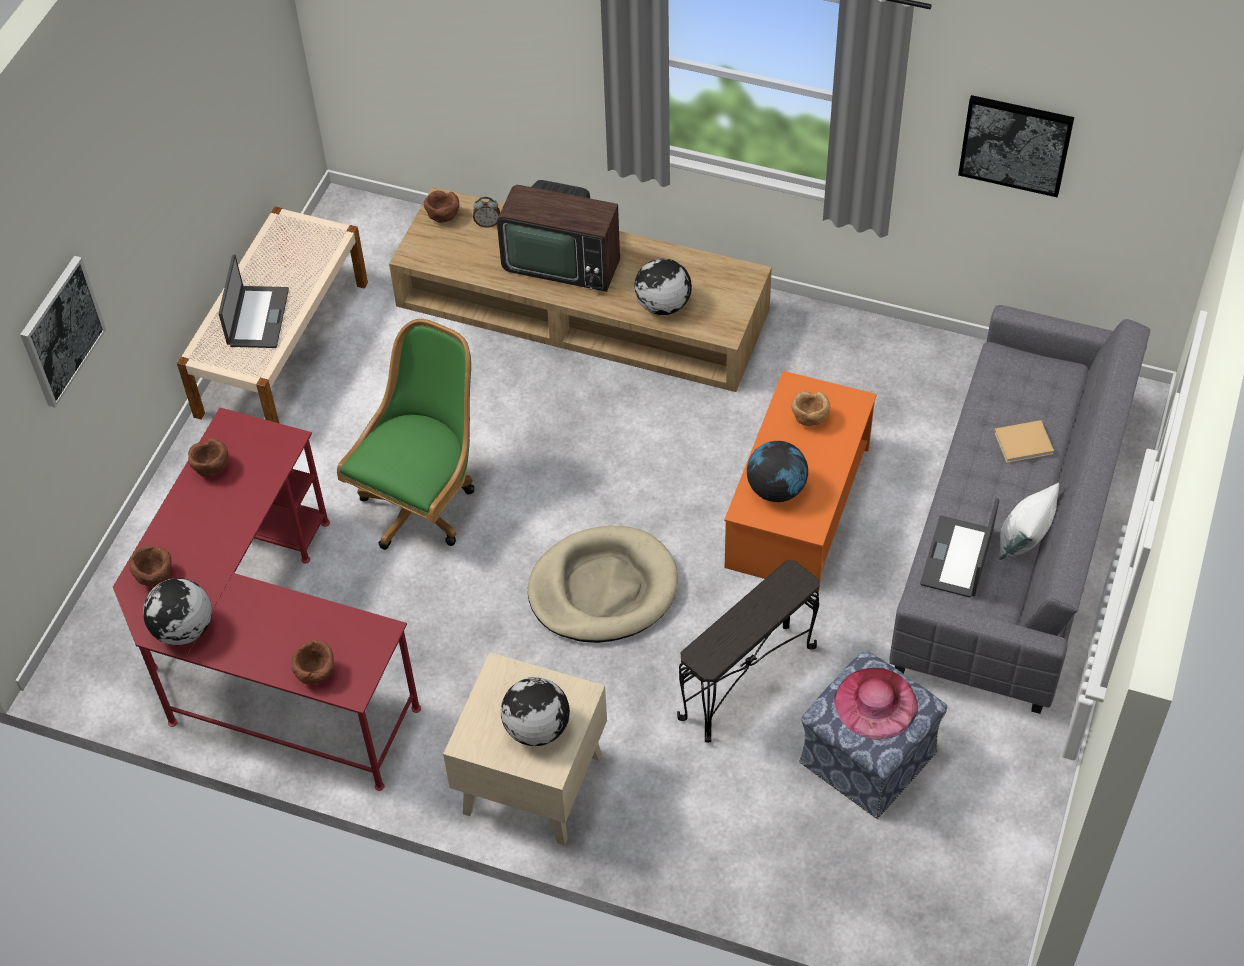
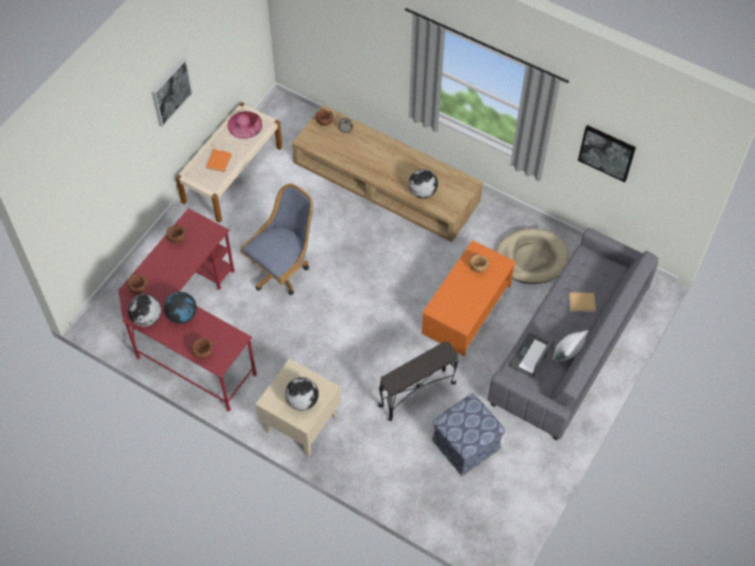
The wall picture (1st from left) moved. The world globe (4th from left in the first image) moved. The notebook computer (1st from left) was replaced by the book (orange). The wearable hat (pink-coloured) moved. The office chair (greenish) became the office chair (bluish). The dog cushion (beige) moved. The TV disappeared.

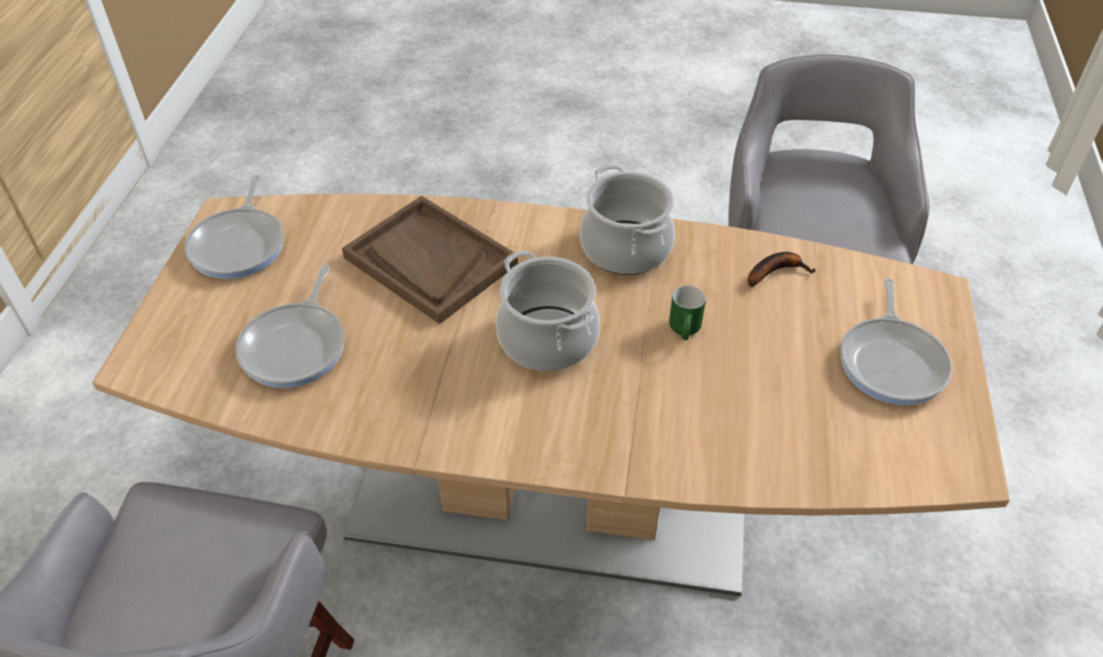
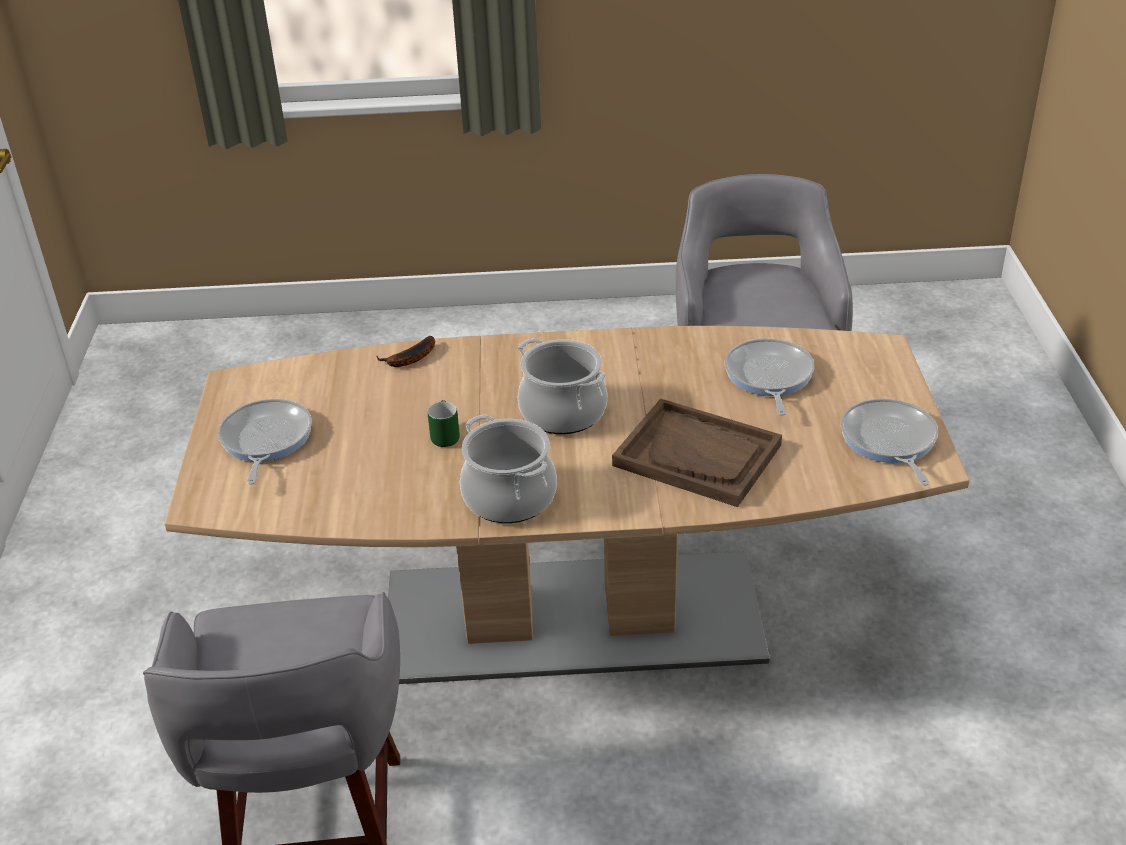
The whole banana moved.

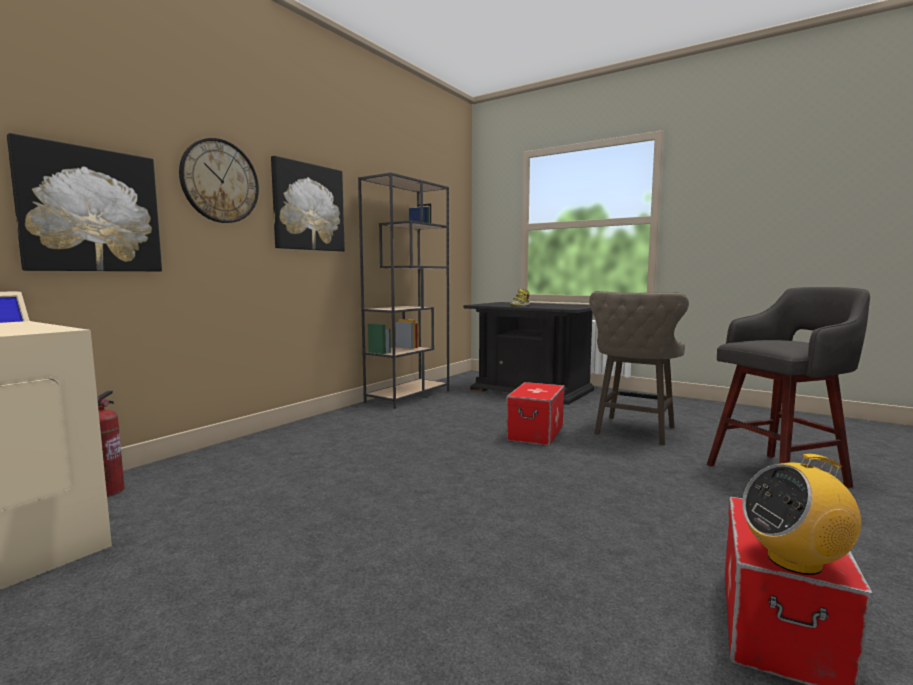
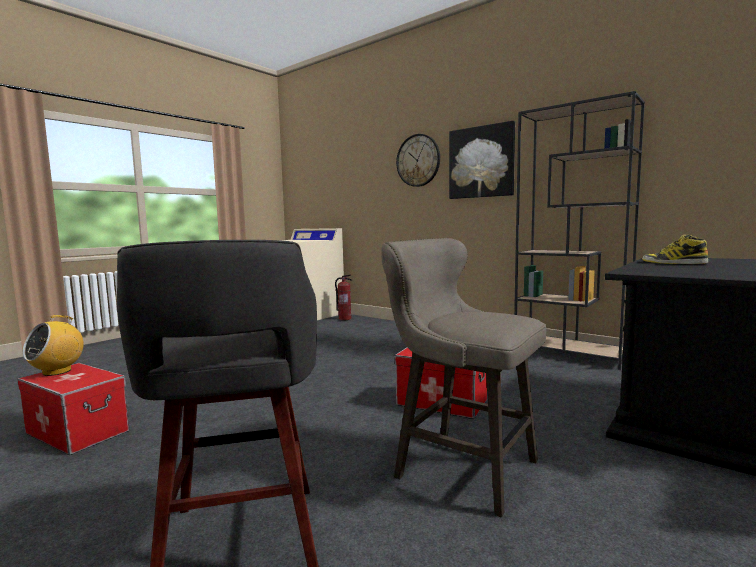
The radio receiver turned 150 degrees counterclockwise. The wall picture (1st from left) disappeared.

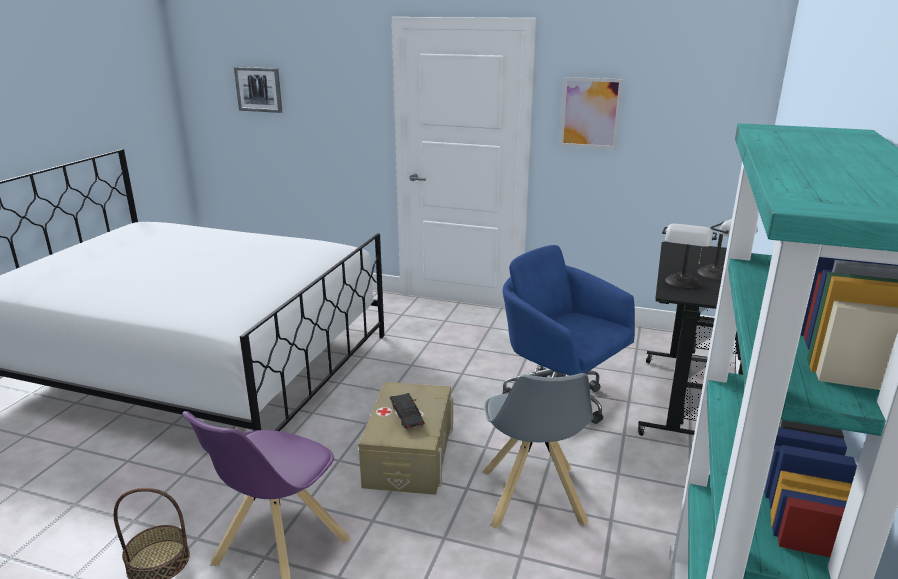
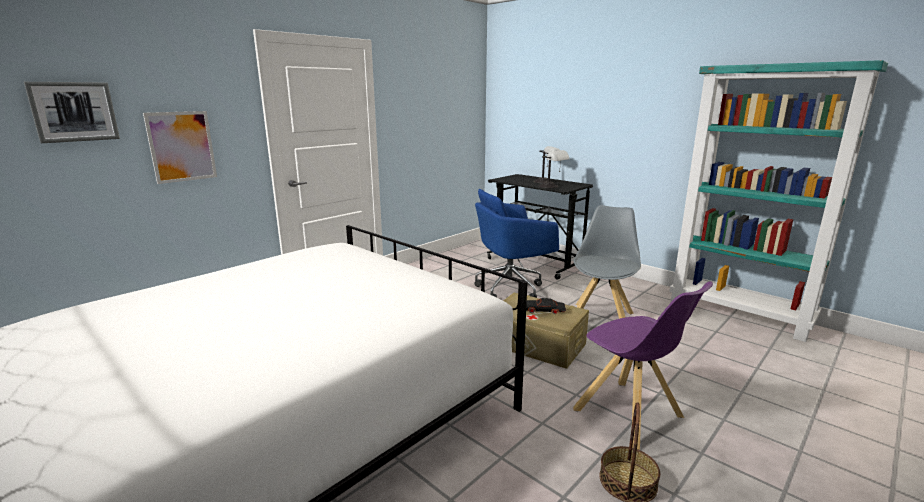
The wall picture (2nd from left) moved. The upright chair (grey) turned 90 degrees counterclockwise.

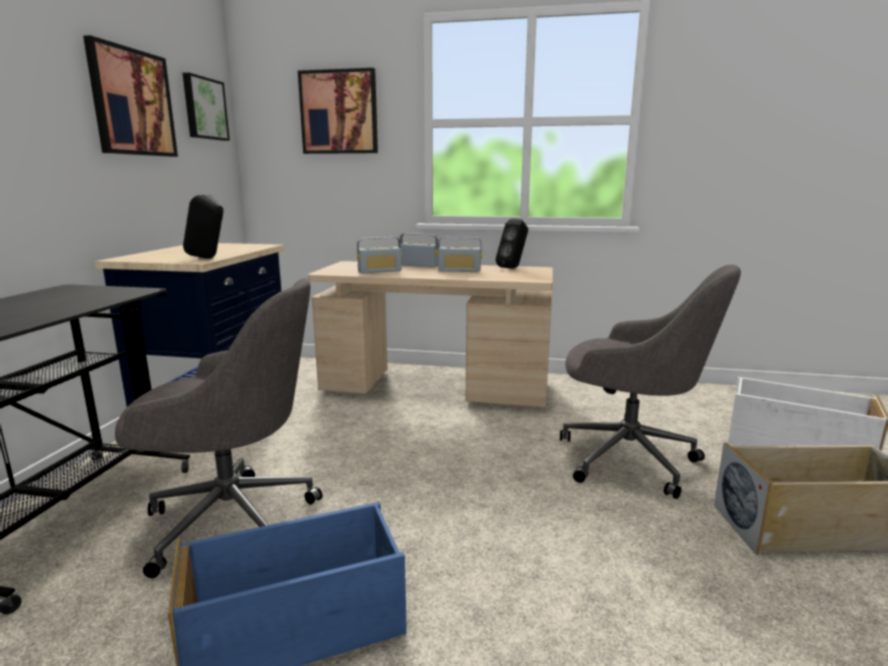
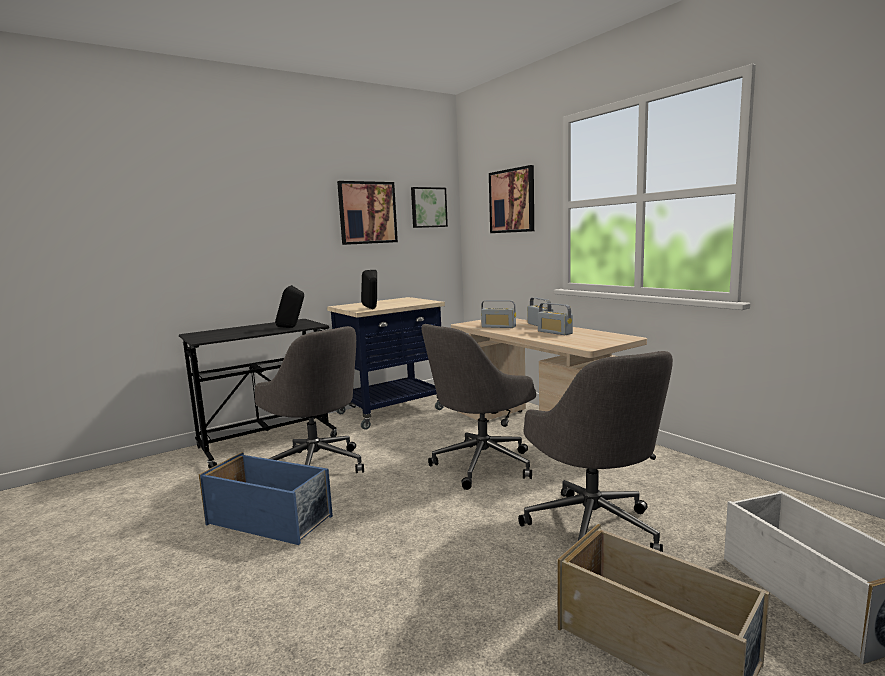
The loudspeaker (black-coloured) (2nd from left in the first image) moved. The office chair (grey) (2nd from left) appeared.

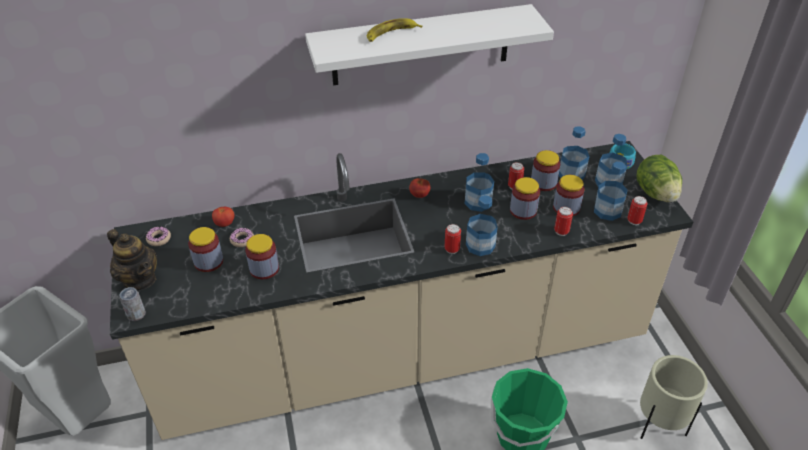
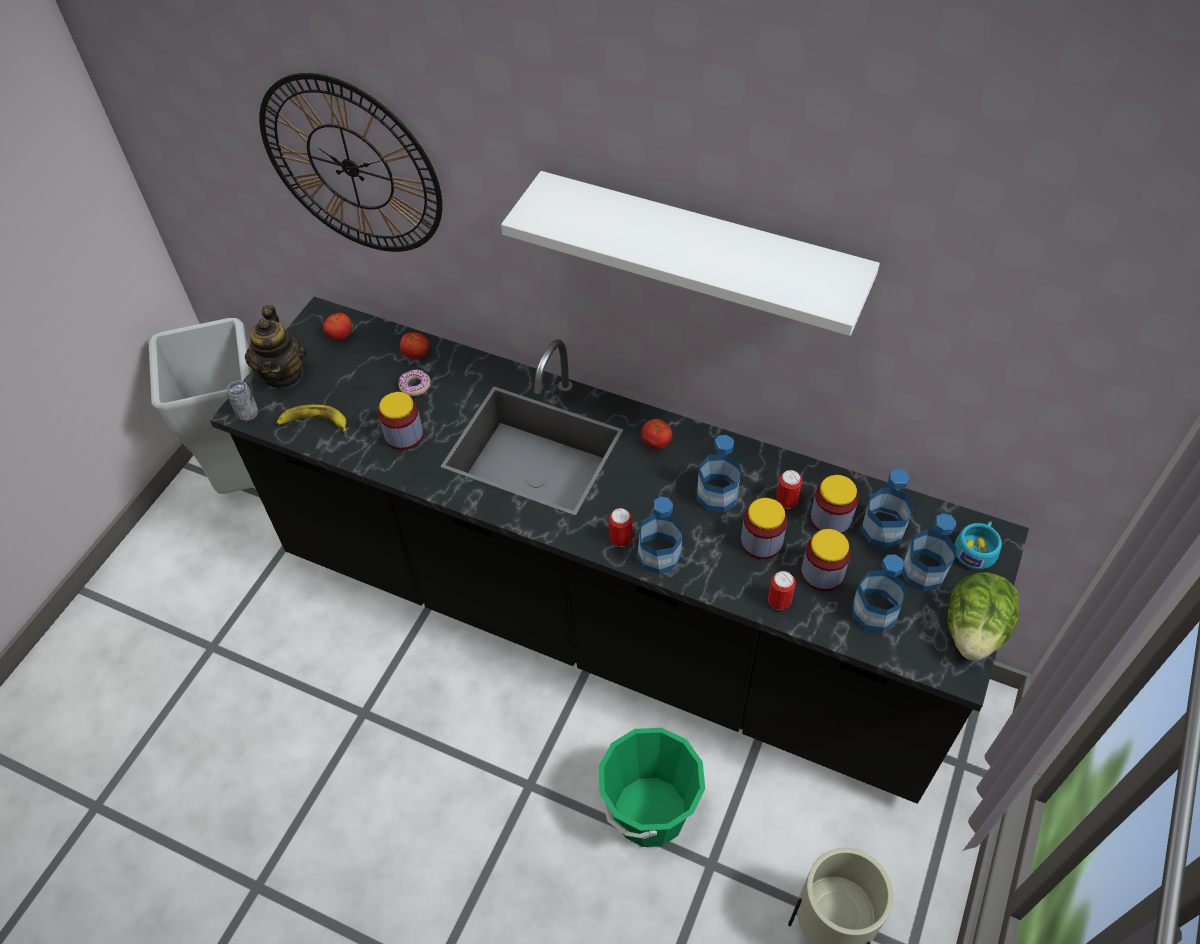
The counter (beige) became the counter (black-coloured). The clock on the wall appeared. The whole banana moved. The ring doughnut (1st from left) was replaced by the whole tomato (1st from left). The storage jar (1st from left) disappeared. The metal can (5th from left) disappeared.

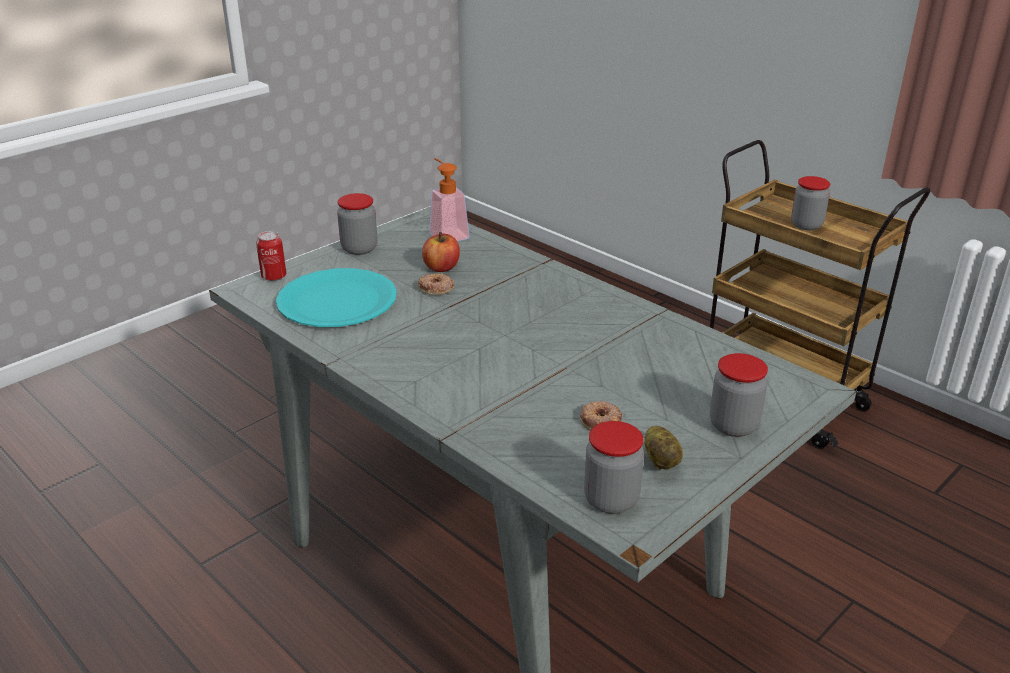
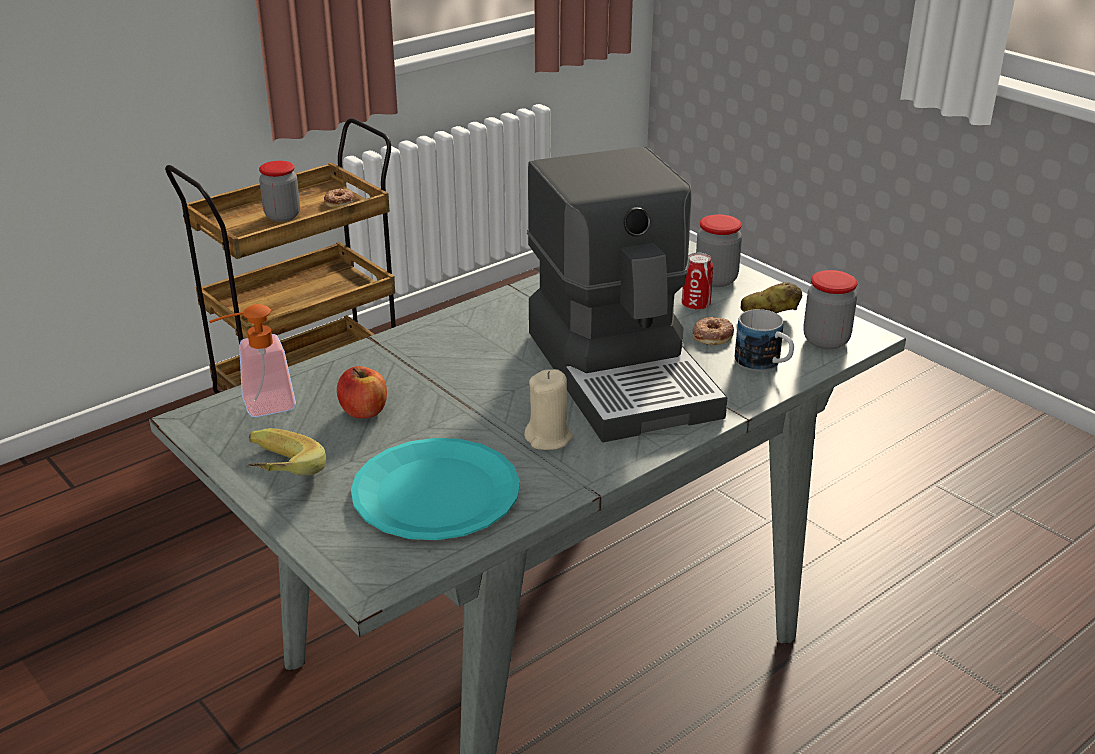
The storage jar (1st from left) was replaced by the whole banana. The ring doughnut (1st from left) moved. The wax light (beige) appeared. The coffee brewer appeared. The metal can moved. The coffee mug appeared.

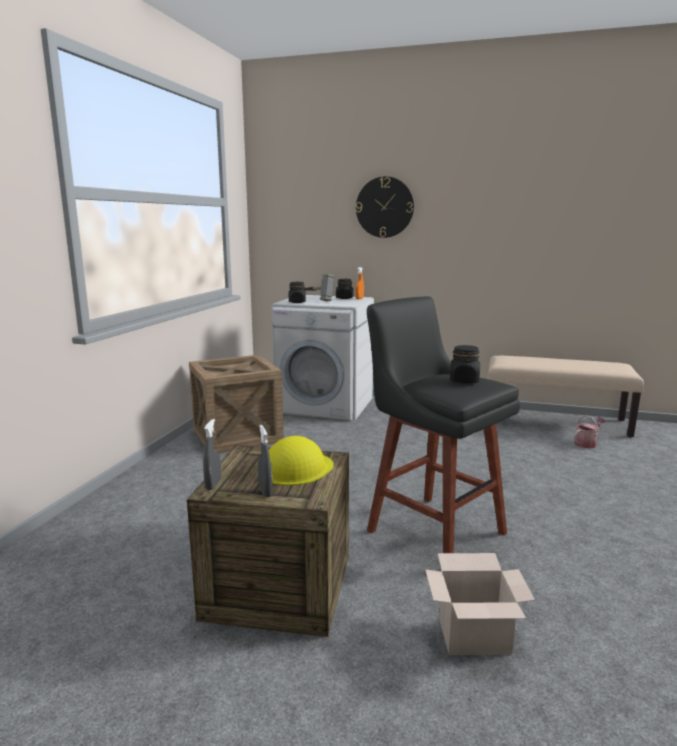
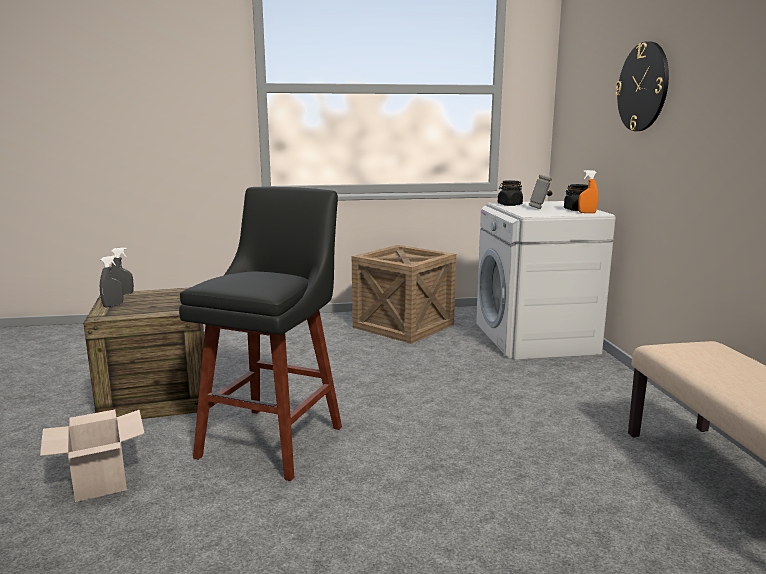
The hard hat (yellowish) disappeared. The storage jar (black-coloured) (3rd from left) disappeared. The watering can disappeared.

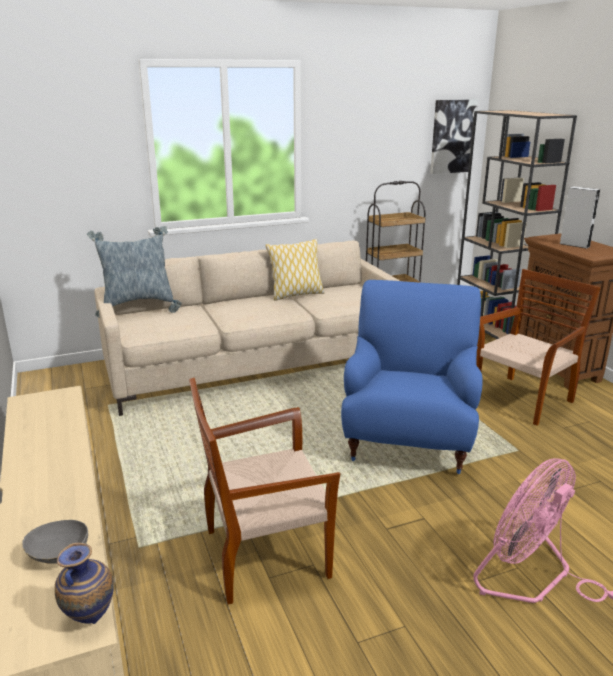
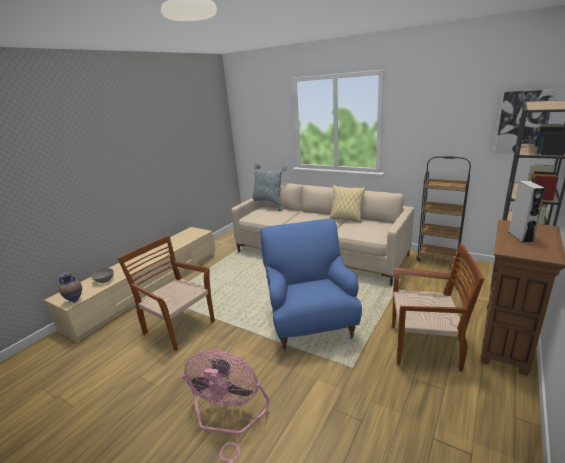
The easy chair (bluish) turned 75 degrees counterclockwise.

